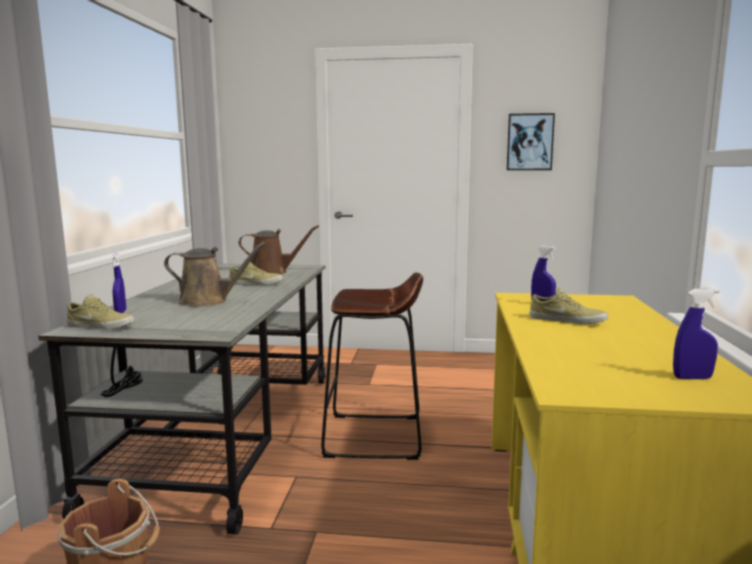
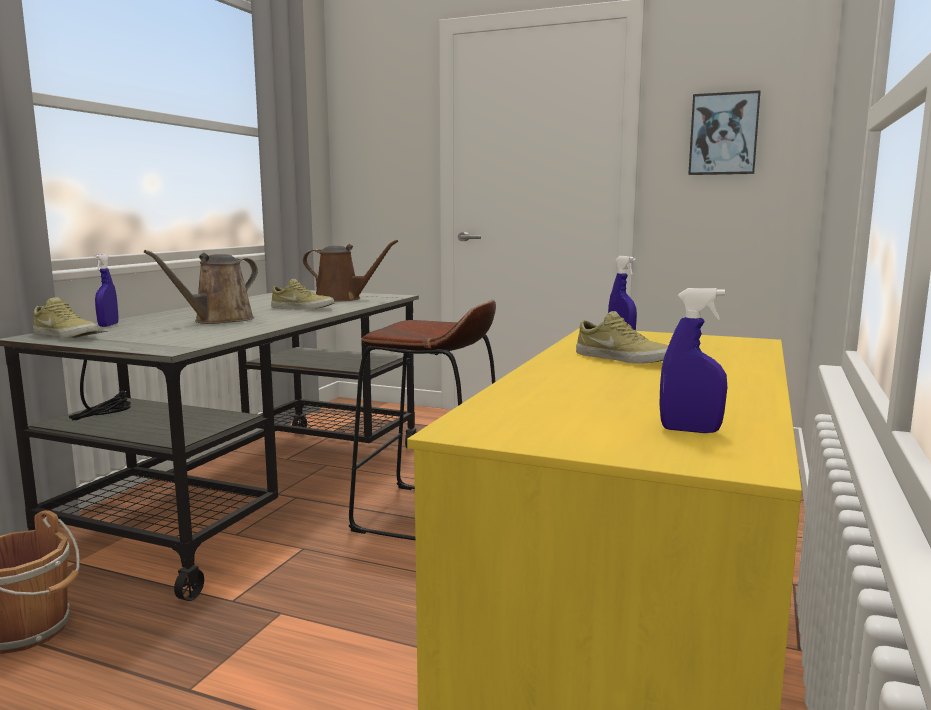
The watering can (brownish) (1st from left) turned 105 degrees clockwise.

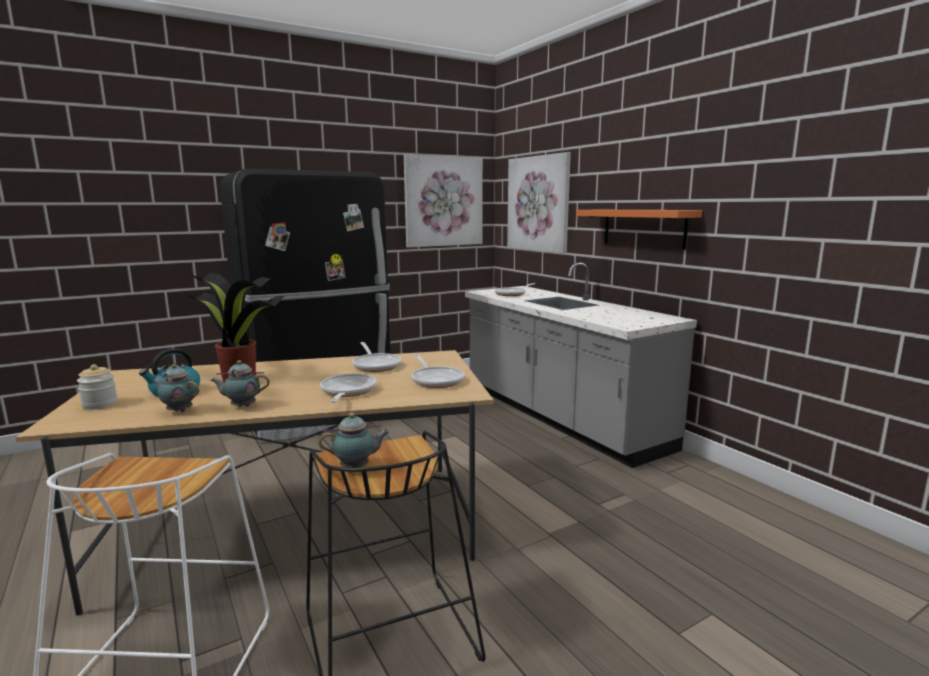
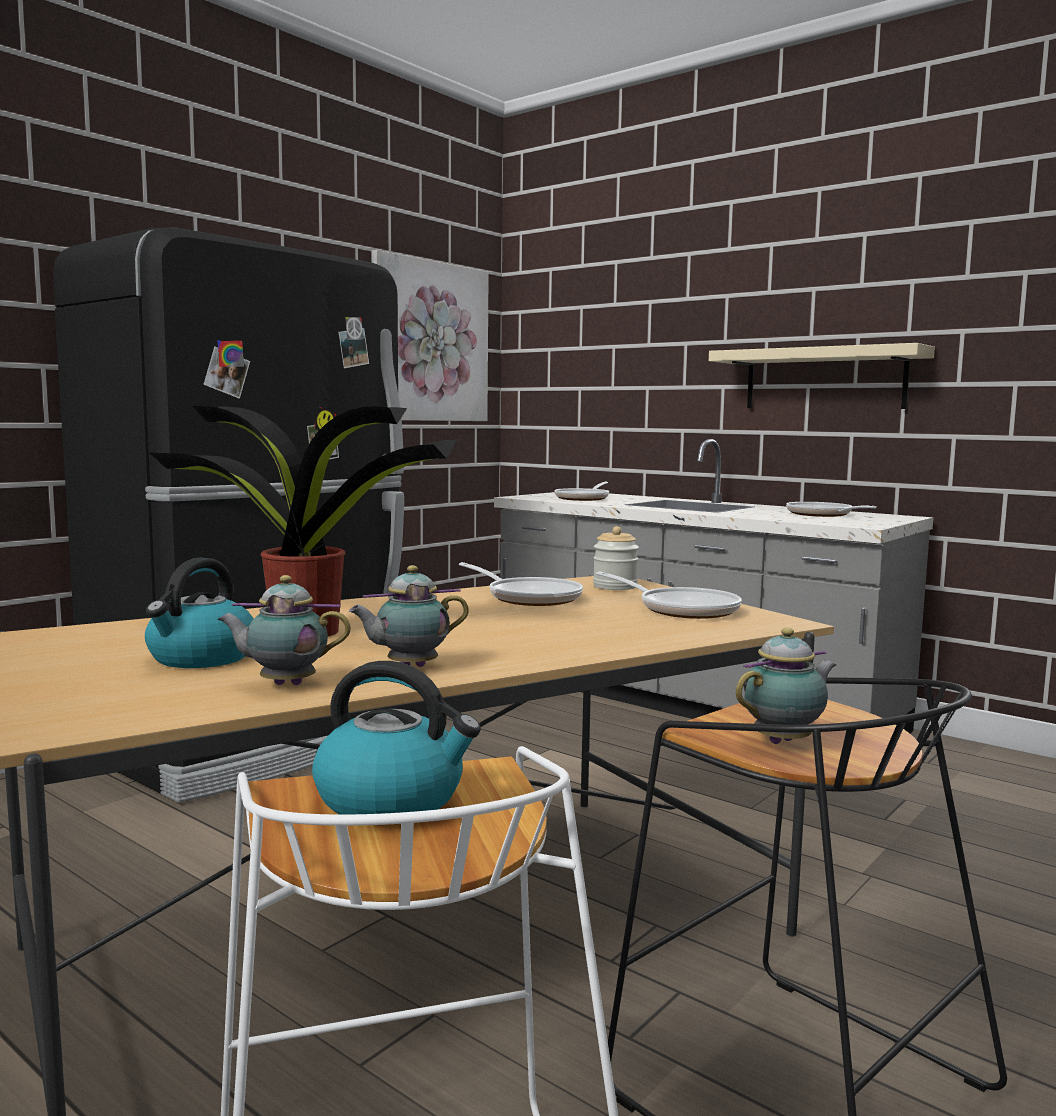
The kettle (2nd from left) appeared. The storage jar moved. The shelf (orange) became the shelf (beige). The pan (1st from left in the first image) moved. The wall picture (2nd from left) disappeared.

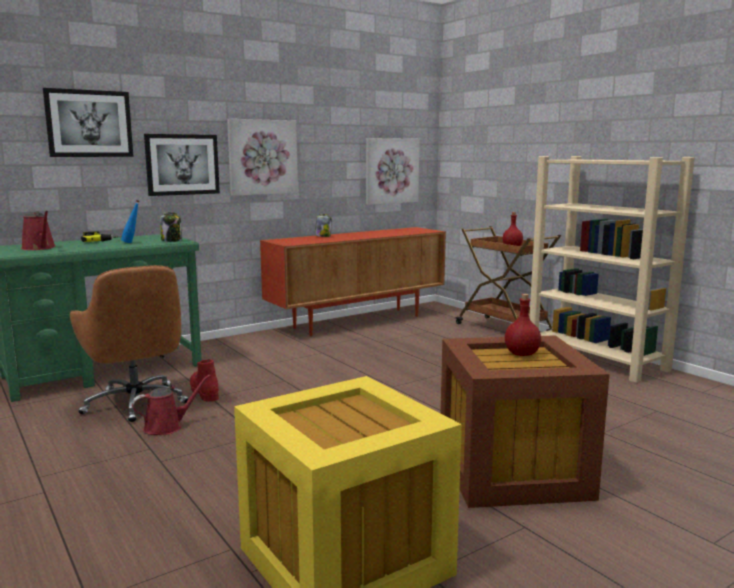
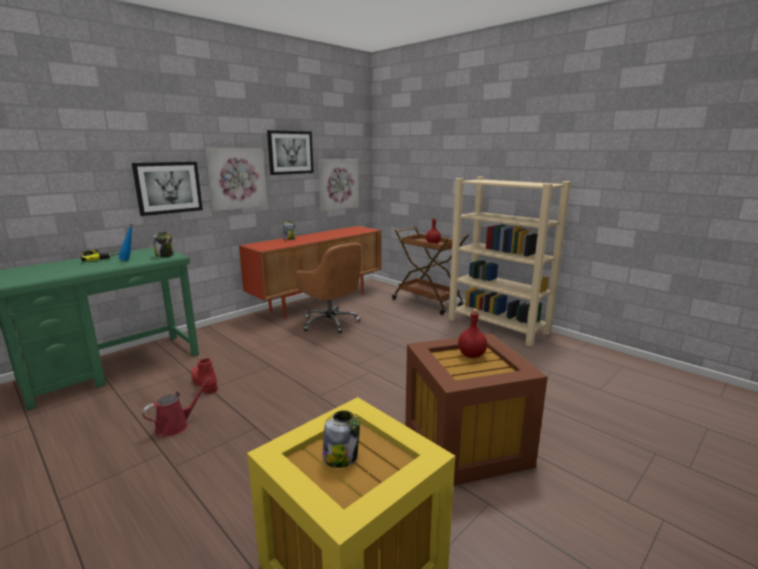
The wall picture (1st from left in the first image) moved. The office chair (brownish) moved. The storage jar (3rd from left) appeared. The watering can (red-coloured) (1st from left) disappeared.

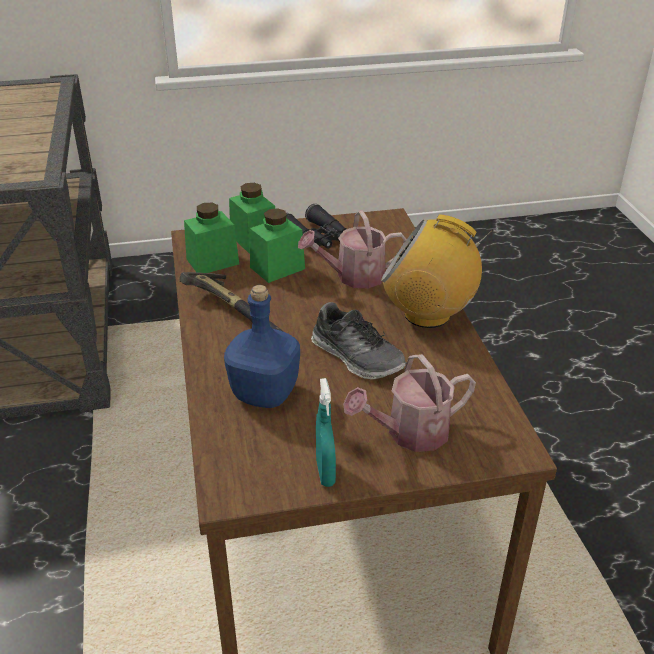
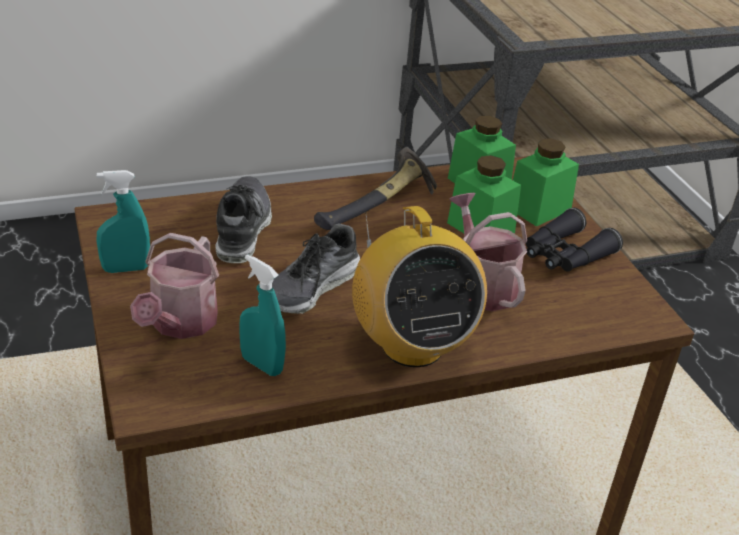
The watering can (2nd from left in the first image) turned 135 degrees counterclockwise. The beverage bottle (bluish) was replaced by the shoe (1st from left). The hand sprayer (turquoise-coloured) (2nd from left) appeared. The radio receiver turned 150 degrees clockwise.

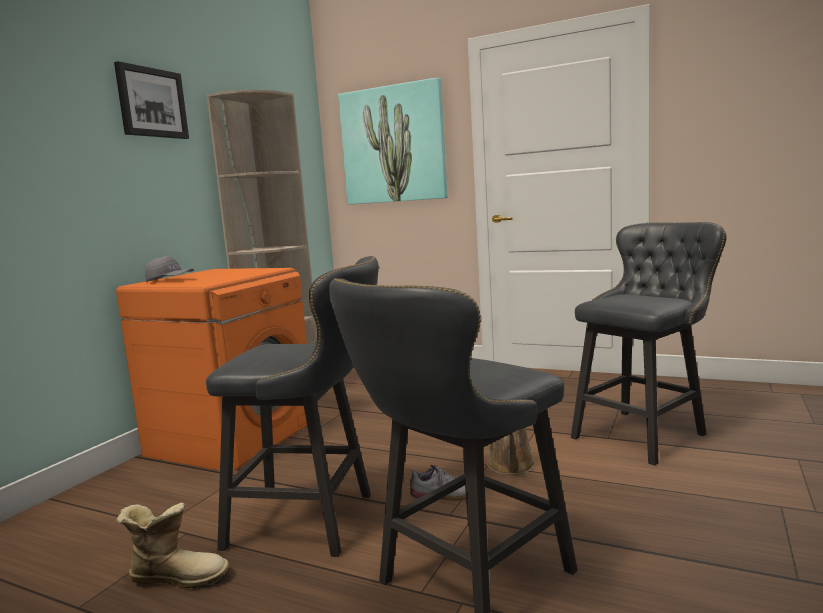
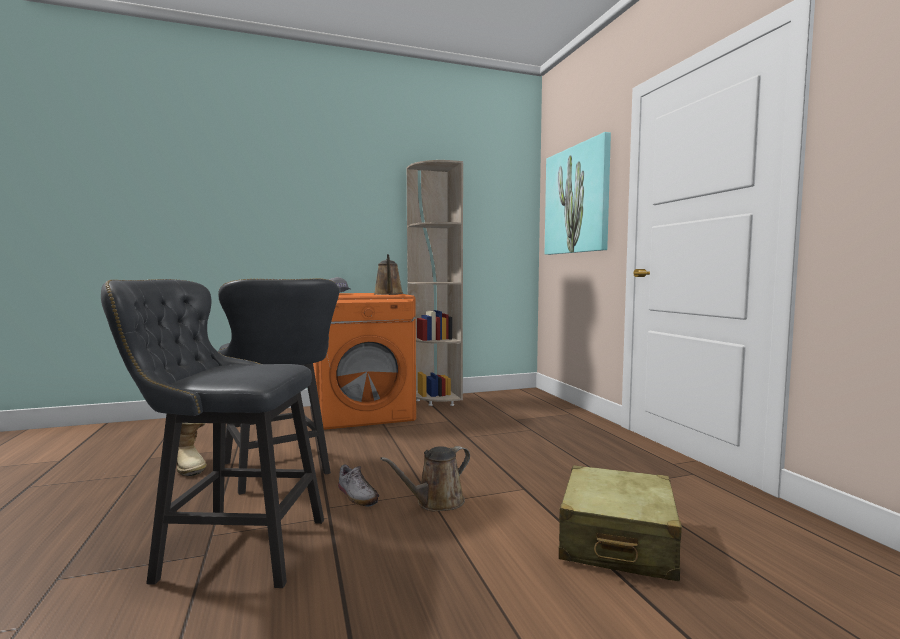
The watering can (brownish) (1st from left) appeared. The stool seat (grey) (3rd from left) was replaced by the suitcase (beige). The wall picture (1st from left) disappeared.

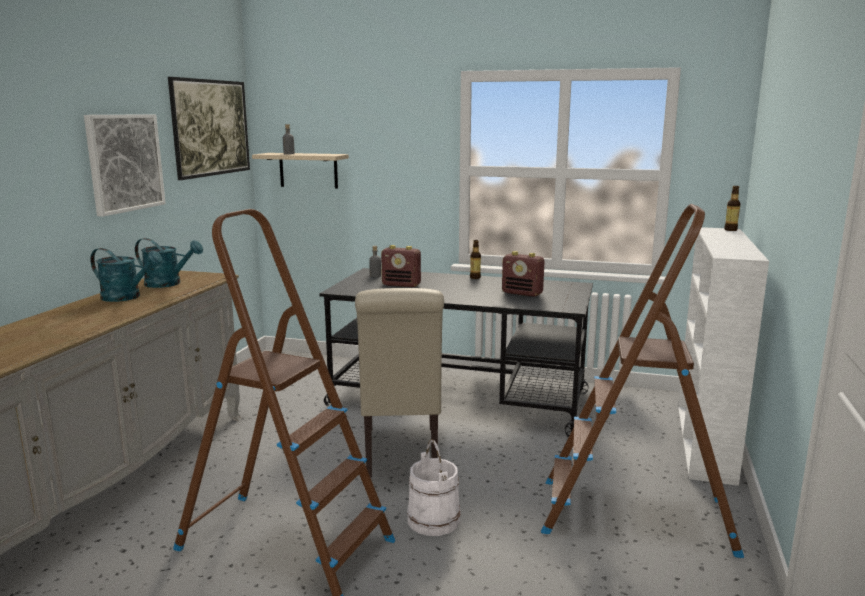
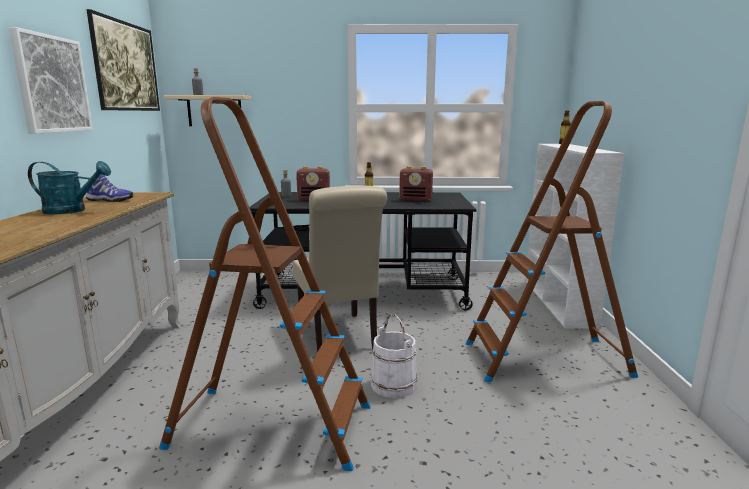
The watering can (turquoise-coloured) (2nd from left) was replaced by the shoe.

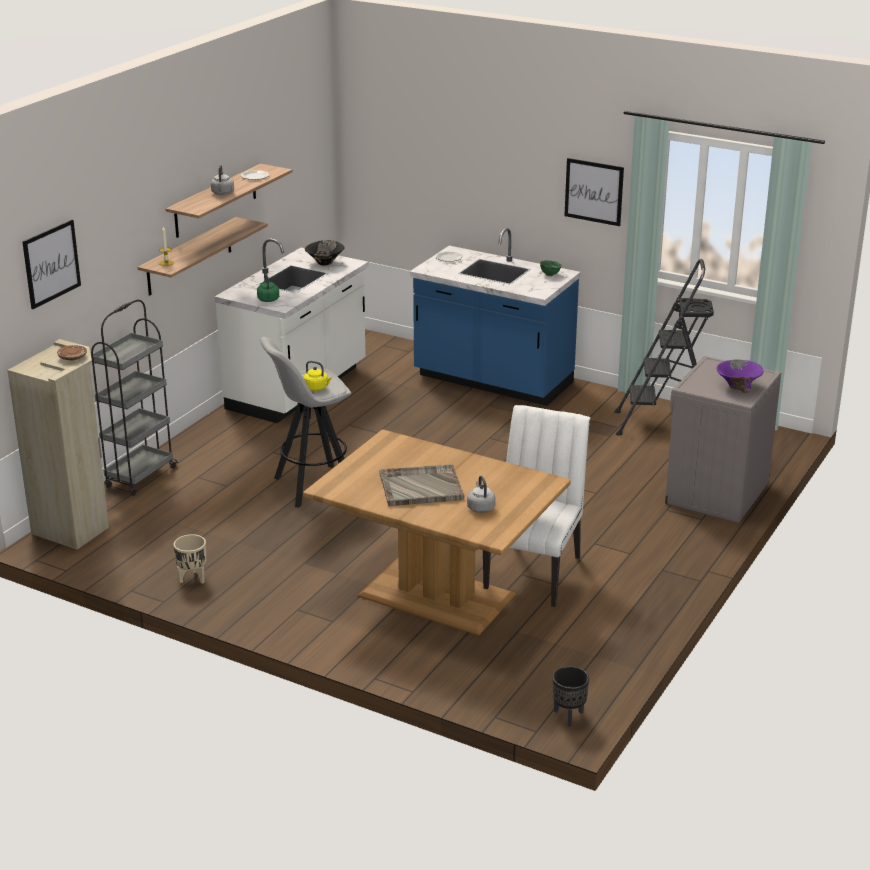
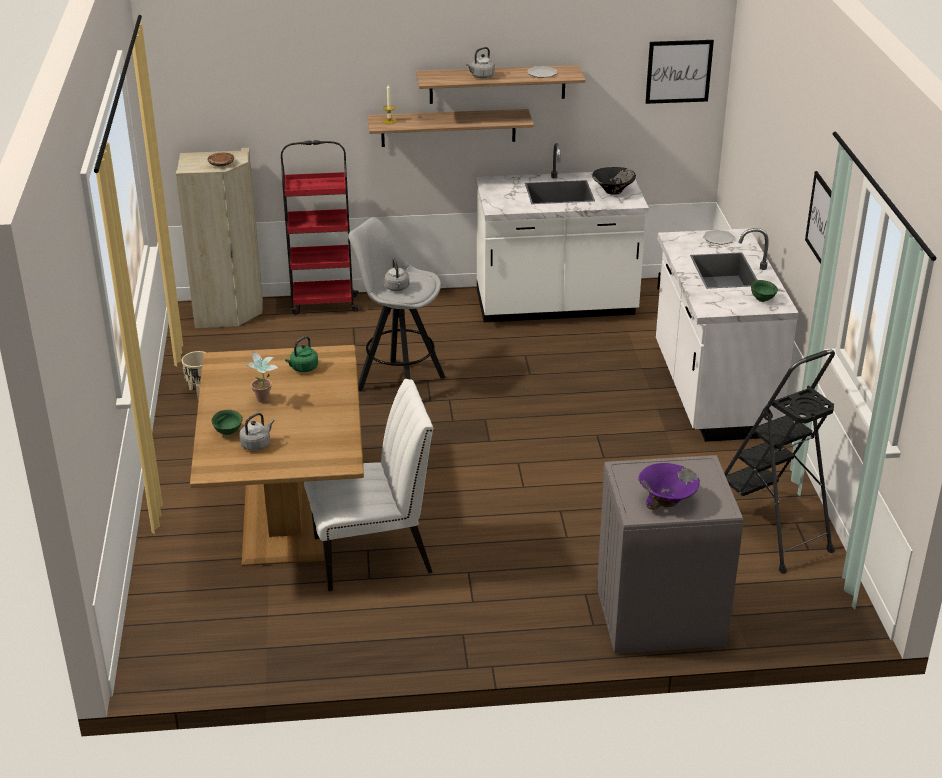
The deep dish (greenish) (1st from left) appeared. The serving tray (grey) was replaced by the plant in a pot. The trolley (grey) became the trolley (red-coloured). The kettle (greenish) moved. The kettle (yellowish) became the kettle (grey) (2nd from left). The wall picture (1st from left) moved. The counter (bluish) became the counter (whitish) (2nd from left). The planter (black-coloured) disappeared.

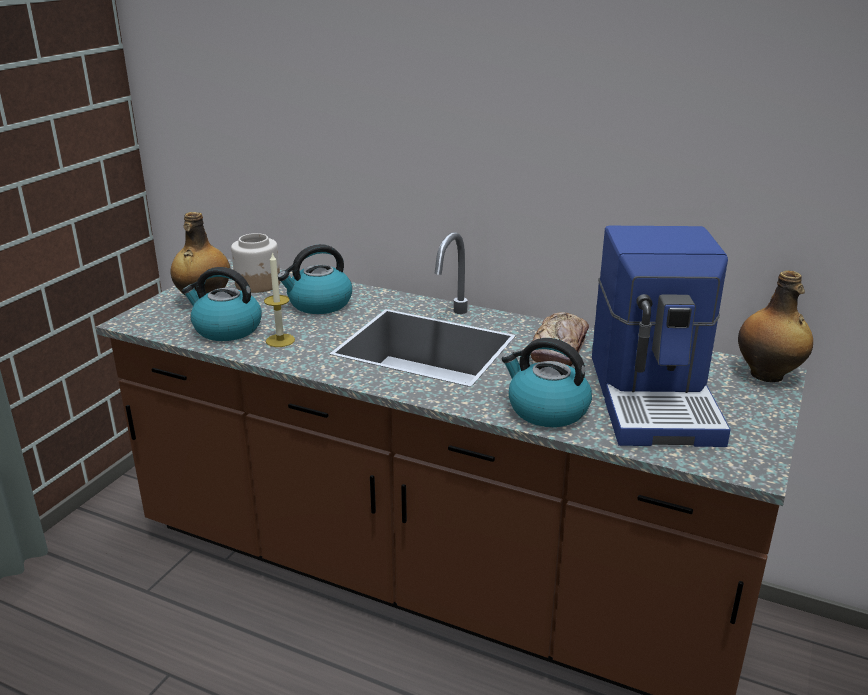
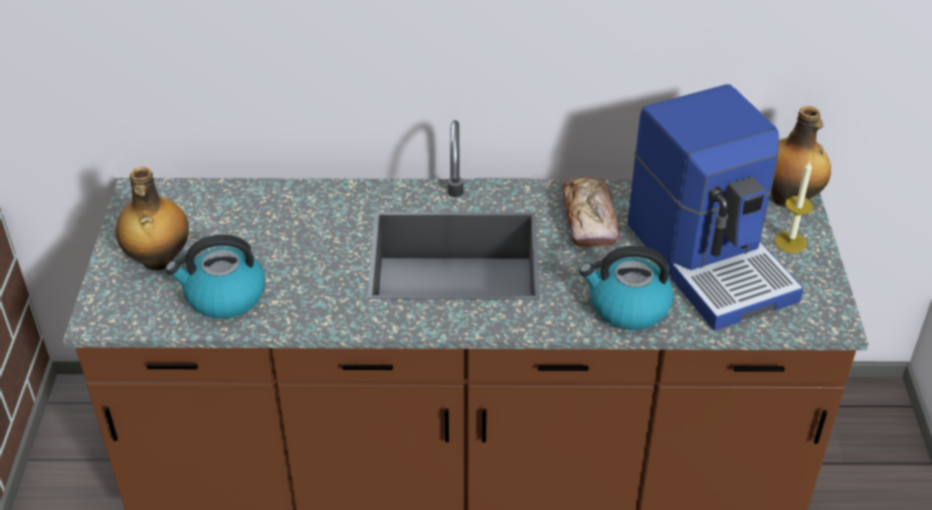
The wax light moved. The storage jar disappeared. The kettle (2nd from left) disappeared.

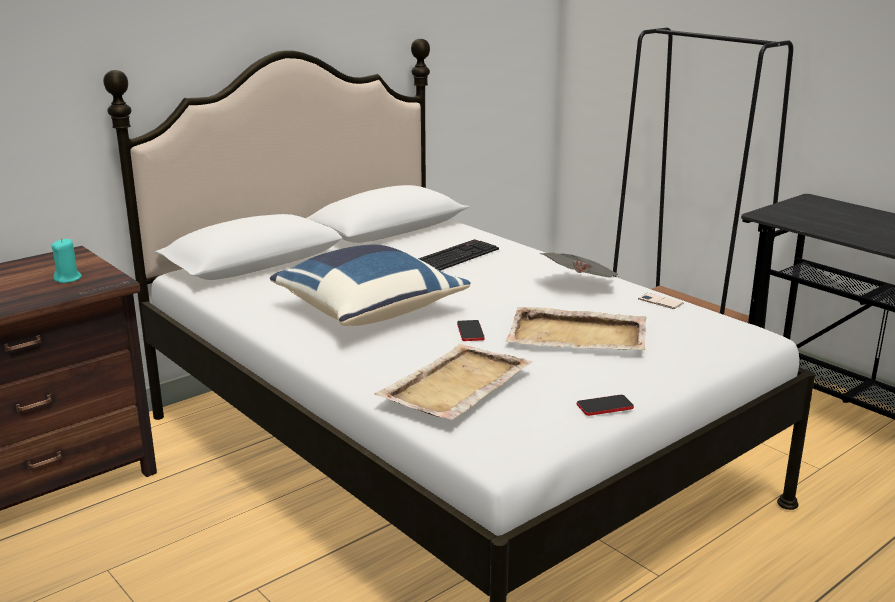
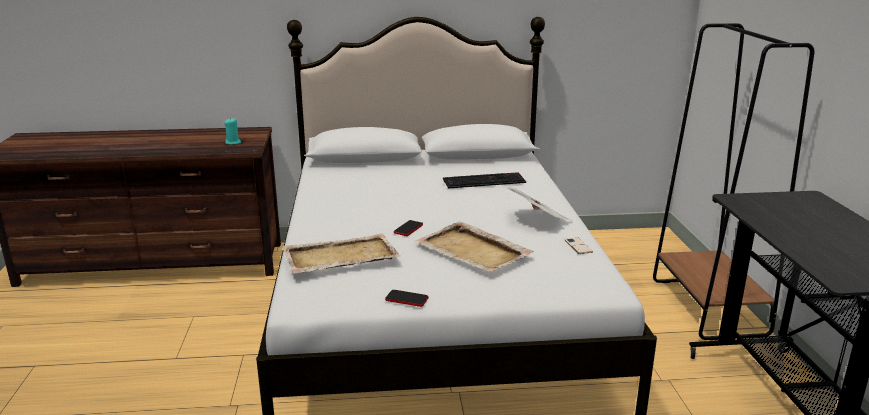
The throw pillow (bluish) disappeared.

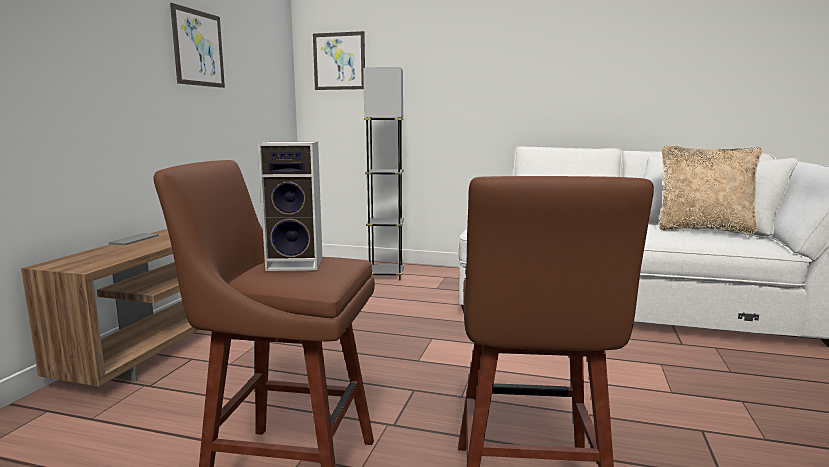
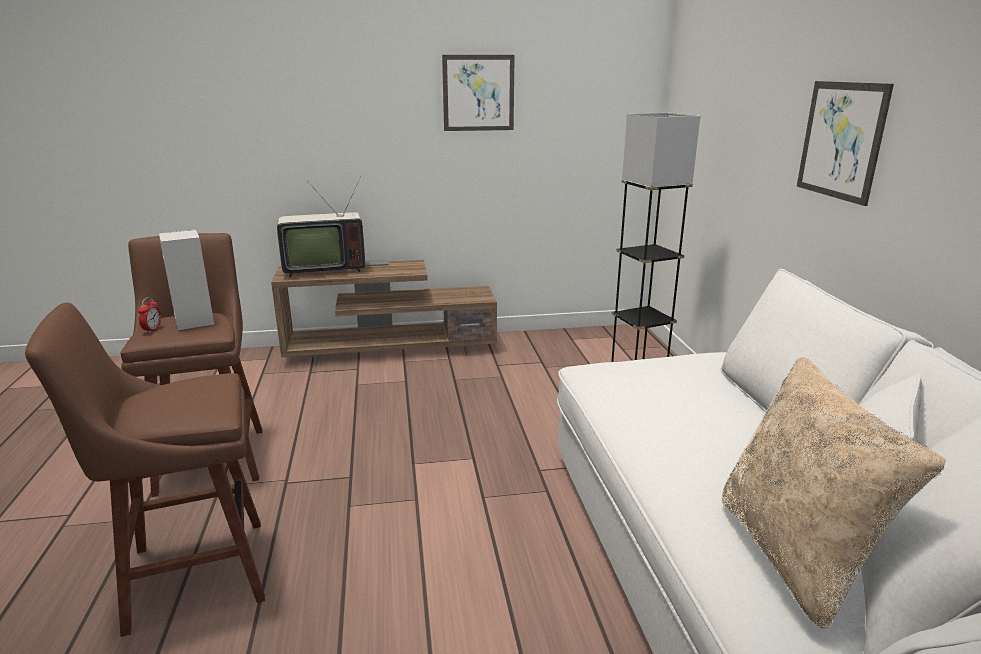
The table clock appeared. The TV appeared. The wall picture (2nd from left) moved.

